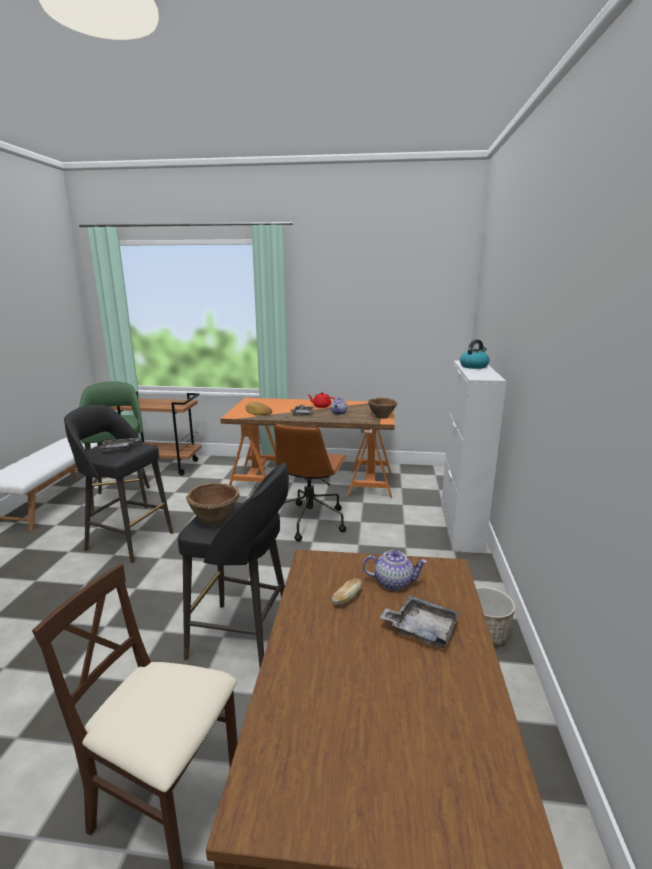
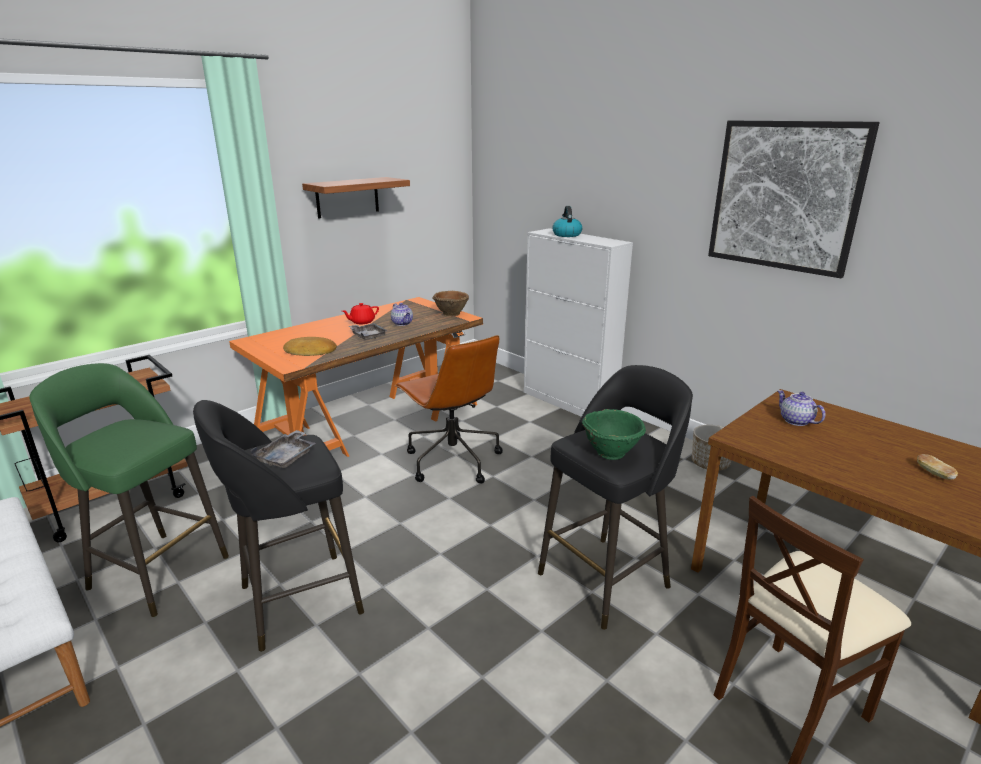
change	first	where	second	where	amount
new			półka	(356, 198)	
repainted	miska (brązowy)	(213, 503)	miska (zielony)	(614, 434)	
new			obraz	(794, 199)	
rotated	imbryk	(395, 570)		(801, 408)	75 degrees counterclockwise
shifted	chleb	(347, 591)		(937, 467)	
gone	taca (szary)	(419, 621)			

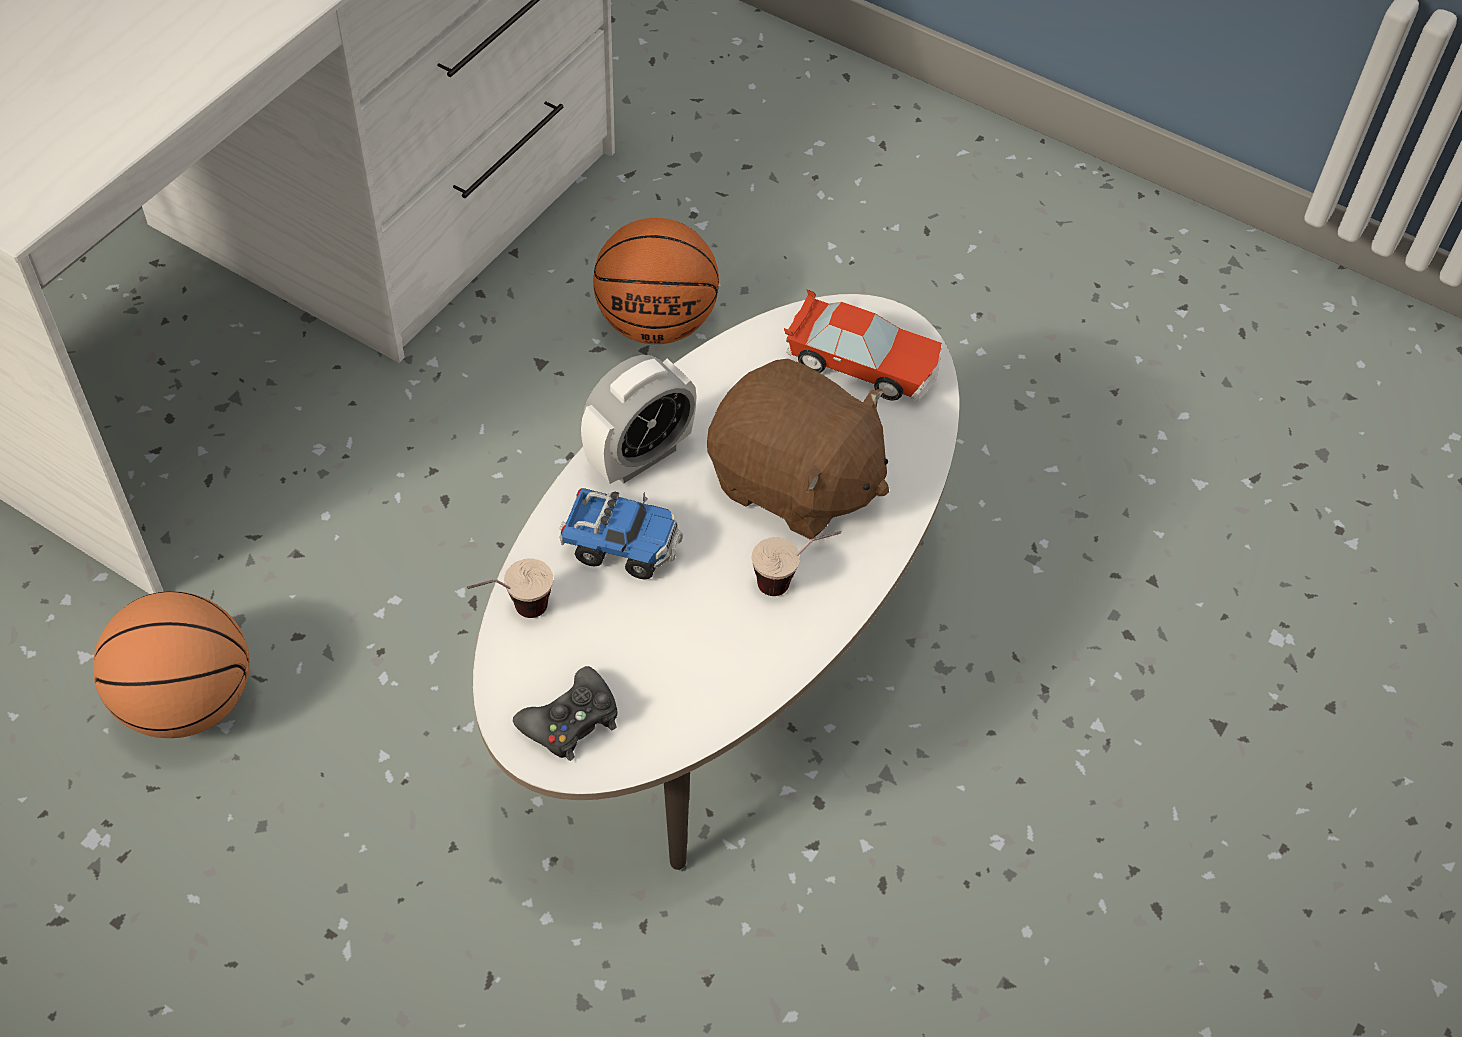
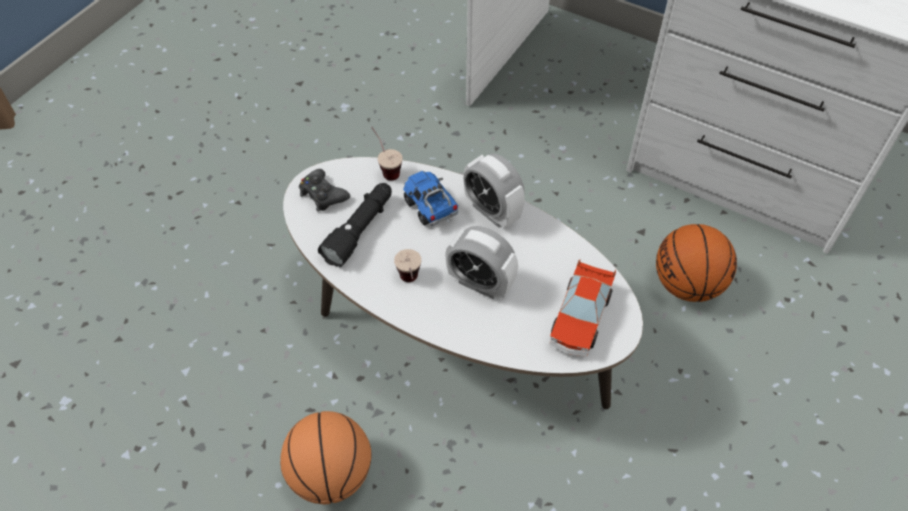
change	first	where	second	where	amount
shifted	piłka do koszykówki	(171, 664)		(326, 457)	
new			latarka (czarny)	(355, 225)	
rotated	ciężarówka zabawkowa	(621, 533)		(430, 198)	135 degrees clockwise
swapped	pluszak (brązowy)	(798, 449)	budzik	(481, 262)	

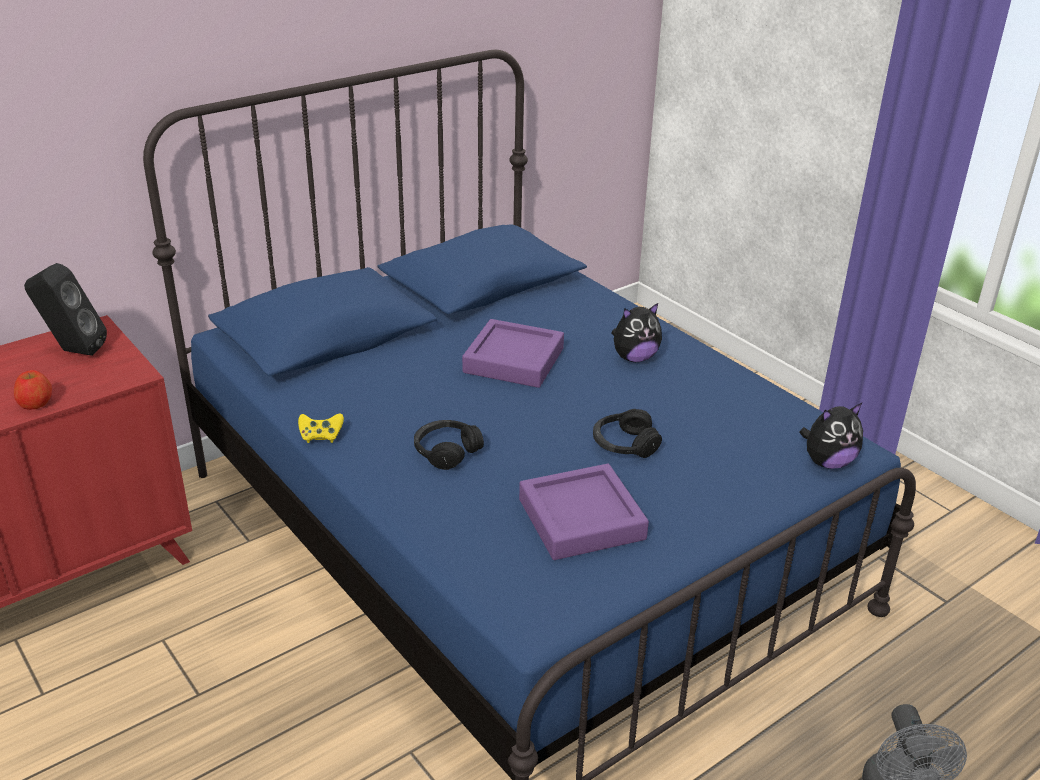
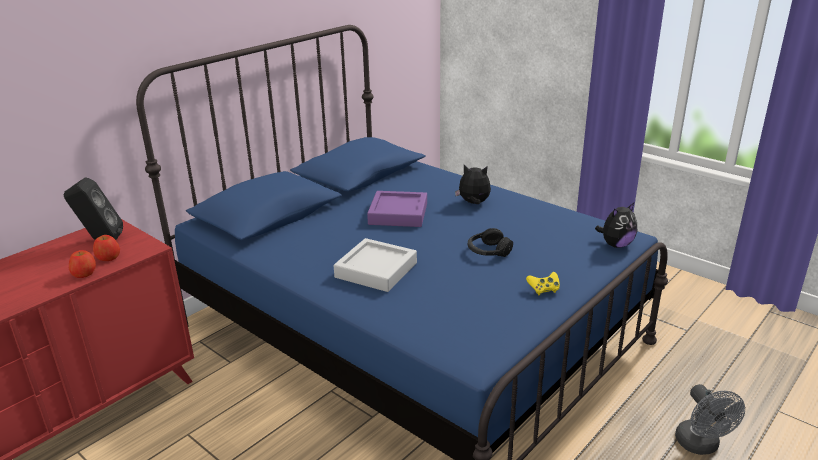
change	first	where	second	where	amount
new			jabłko	(106, 248)	
swapped	słuchawki (czarny)	(449, 445)	taca (szary)	(375, 265)	
rotated	pluszak	(637, 332)		(473, 184)	135 degrees counterclockwise
shifted	pad do gier (żółty)	(321, 428)		(543, 283)	
gone	taca (fioletowy)	(584, 512)			

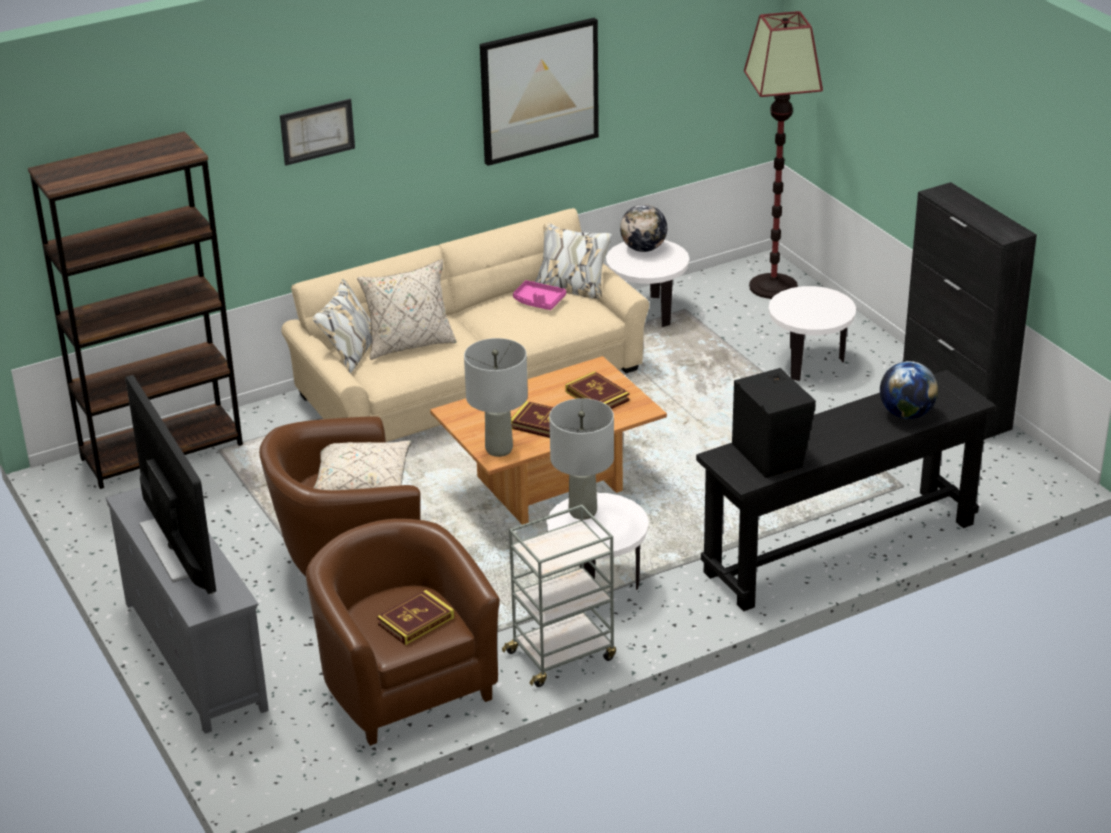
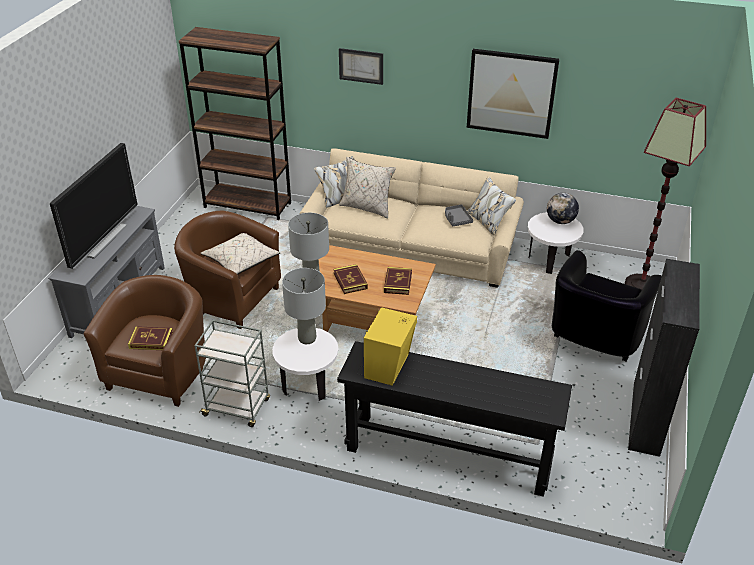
change	first	where	second	where	amount
repainted	głośnik (czarny)	(774, 423)	głośnik (żółty)	(390, 346)	
repainted	taca (różowy)	(539, 295)	taca (szary)	(459, 215)	
swapped	stolik (biały)	(812, 333)	fotel (czarny)	(607, 306)	
gone	globus	(909, 390)			

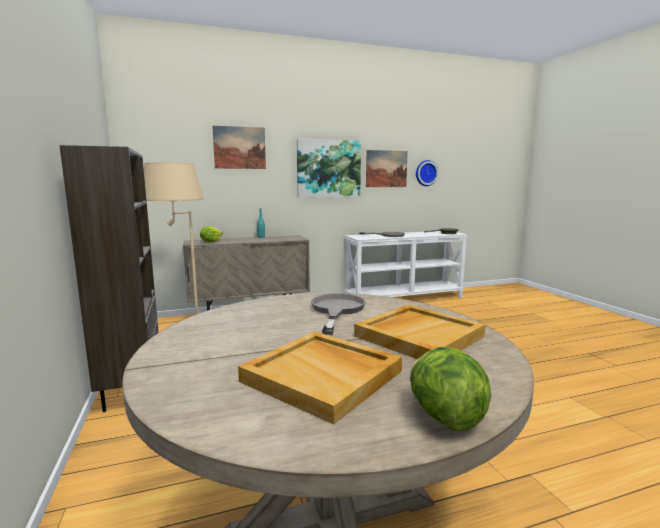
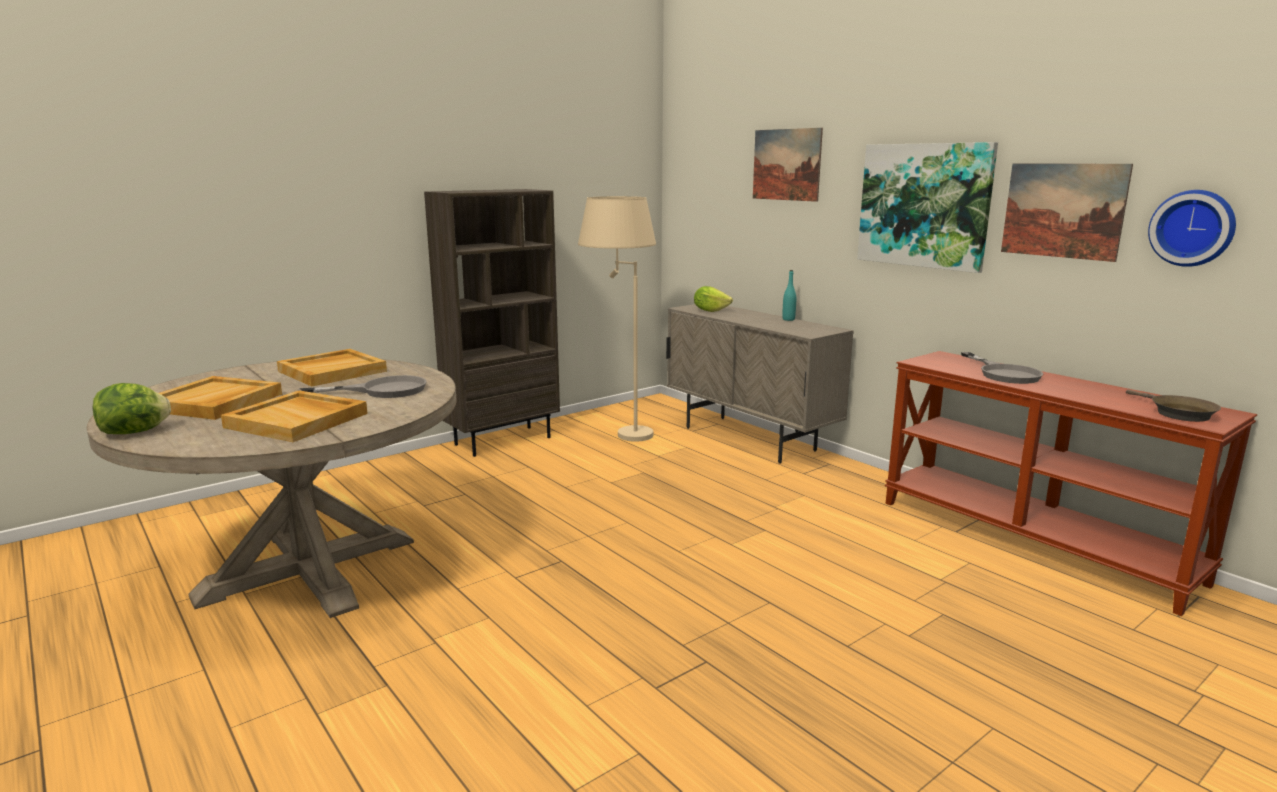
change	first	where	second	where	amount
new			taca (beżowy)	(332, 368)	
repainted	stolik konsolowy (biały)	(406, 264)	stolik konsolowy (brązowy)	(1071, 483)	

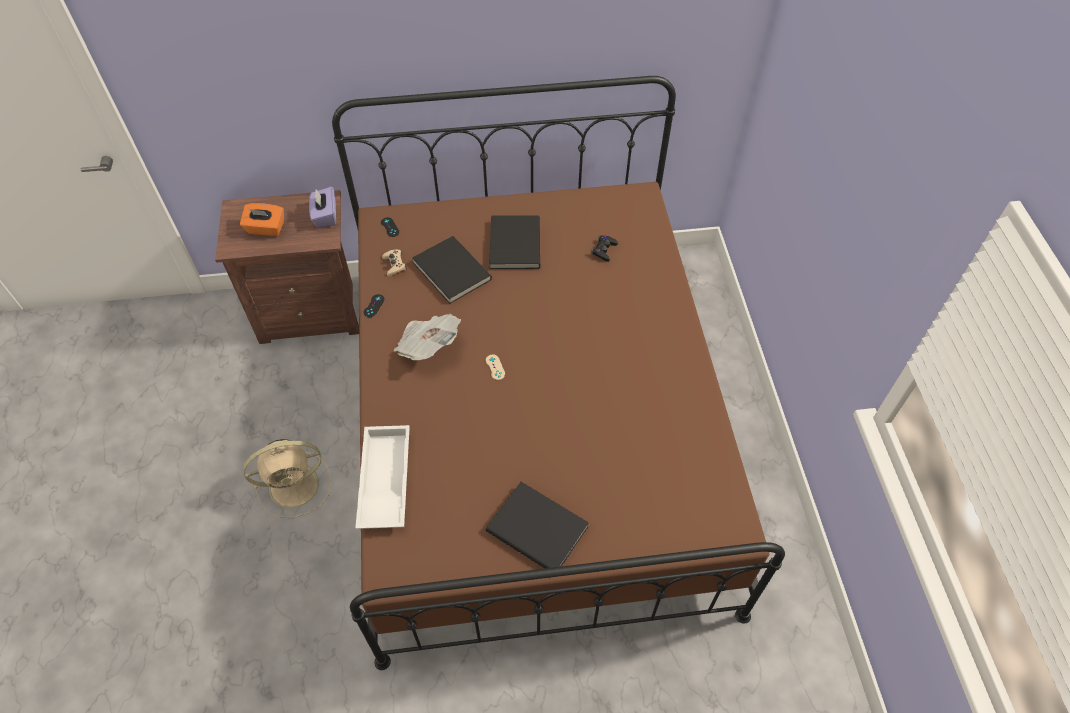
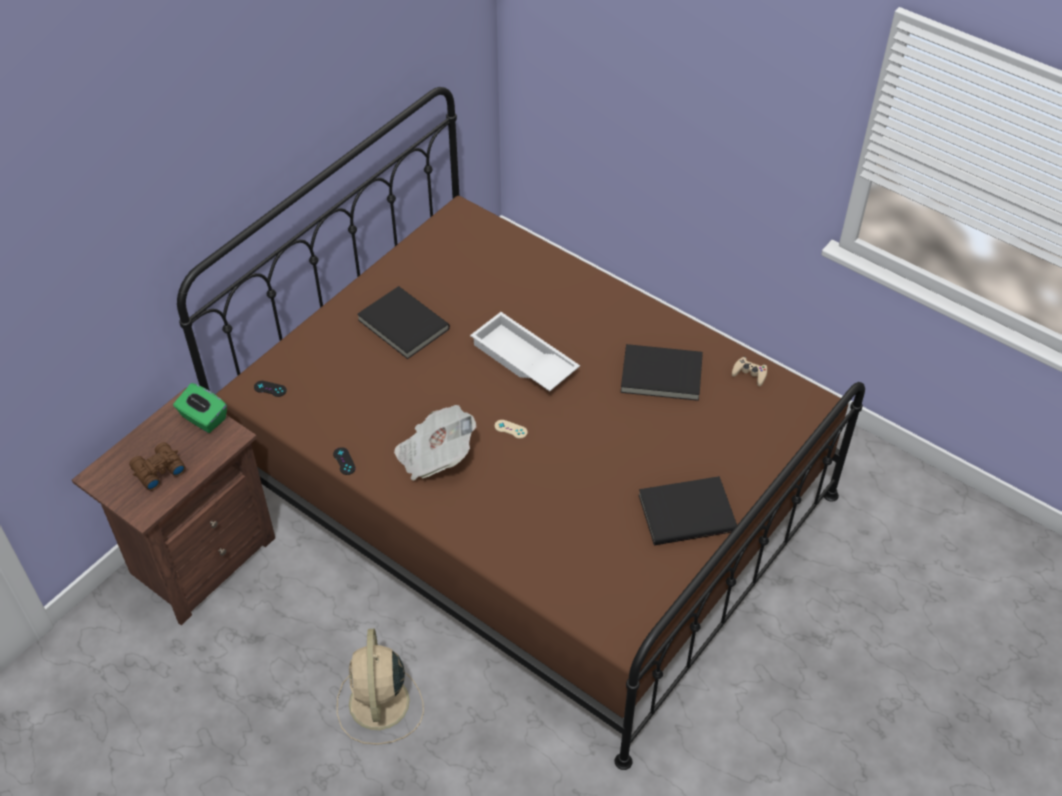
change	first	where	second	where	amount
swapped	pudełko chusteczek (pomarańczowy)	(262, 219)	lornetka (brązowy)	(157, 466)	
repainted	pudełko chusteczek (fioletowy)	(322, 207)	pudełko chusteczek (zielony)	(200, 408)	
rotated	wentylator (beżowy)	(287, 478)		(380, 686)	150 degrees clockwise
shifted	taca (biały)	(382, 477)		(525, 351)	
shifted	książka (czarny)	(452, 270)		(662, 372)	
shifted	pad do gier (beżowy)	(394, 262)		(749, 372)	
gone	pad do gier (czarny)	(605, 248)			

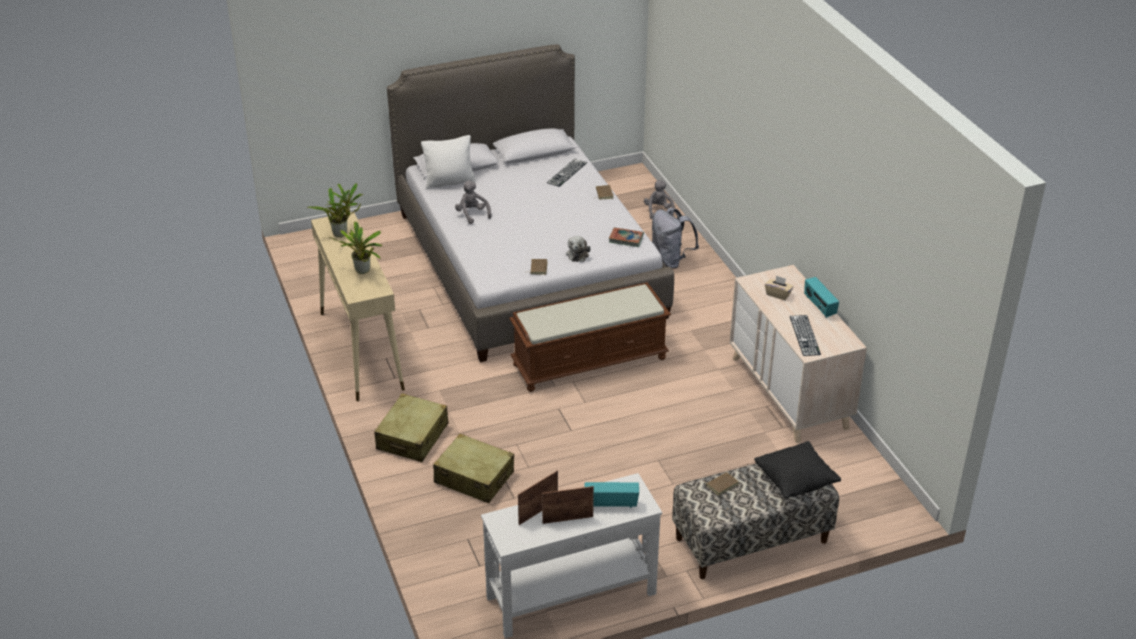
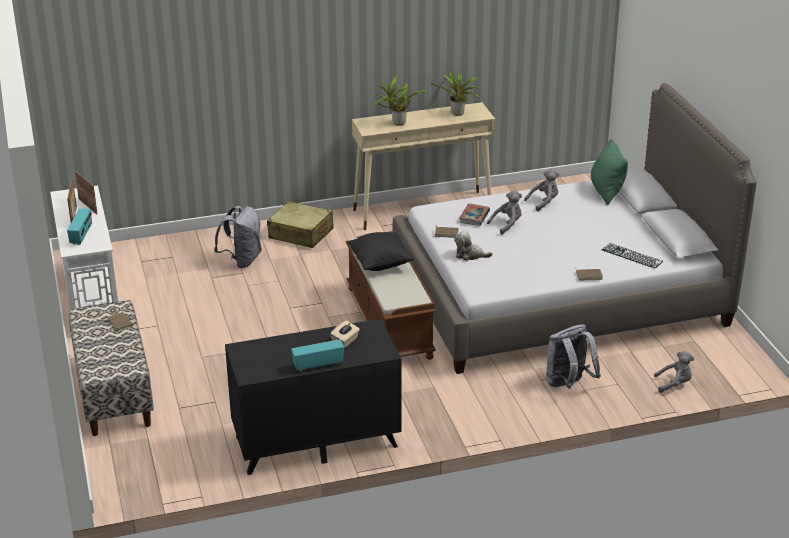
change	first	where	second	where	amount
swapped	walizka (beżowy)	(473, 468)	plecak (szary)	(238, 237)	
repainted	komoda (beżowy)	(798, 354)	komoda (czarny)	(313, 397)	
shifted	poduszka (czarny)	(797, 470)		(380, 251)	
shifted	książka	(626, 237)		(474, 214)	
new			pluszak (szary)	(504, 212)	
repainted	poduszka (biały)	(448, 162)	poduszka (zielony)	(609, 172)	
gone	klawiatura	(805, 335)			

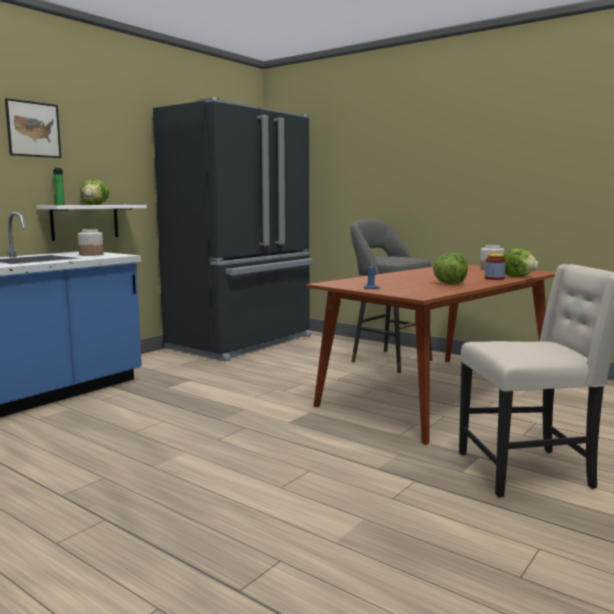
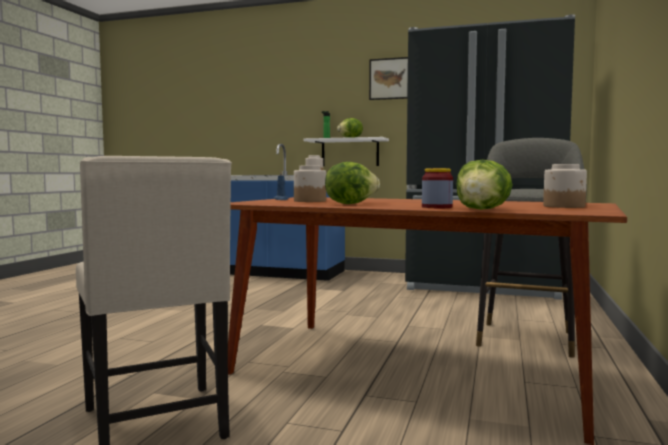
change	first	where	second	where	amount
new			słoik	(310, 184)	
shifted	obraz	(33, 128)		(388, 78)	

